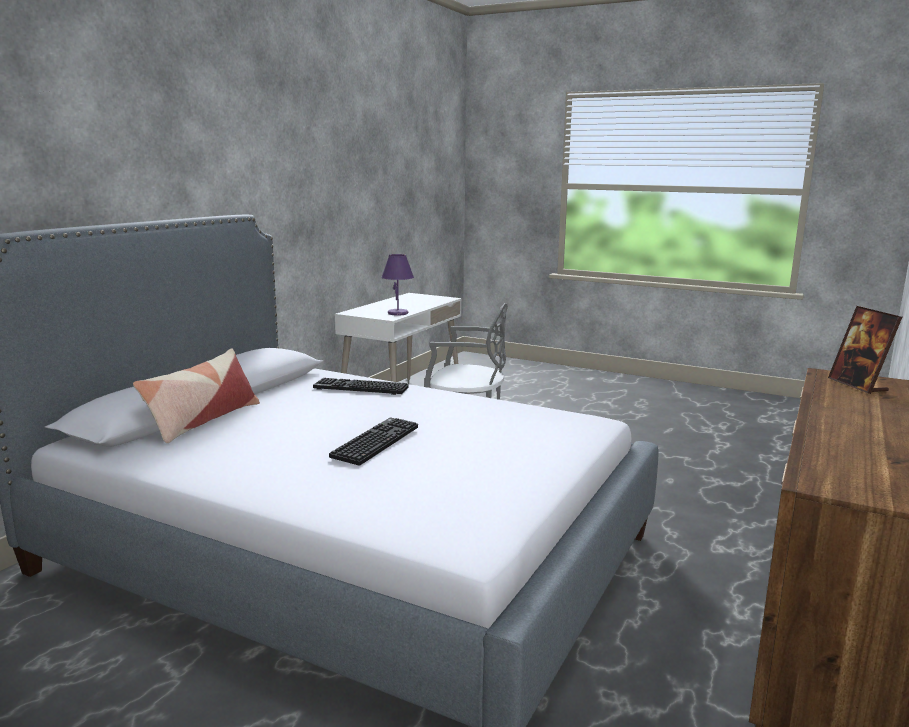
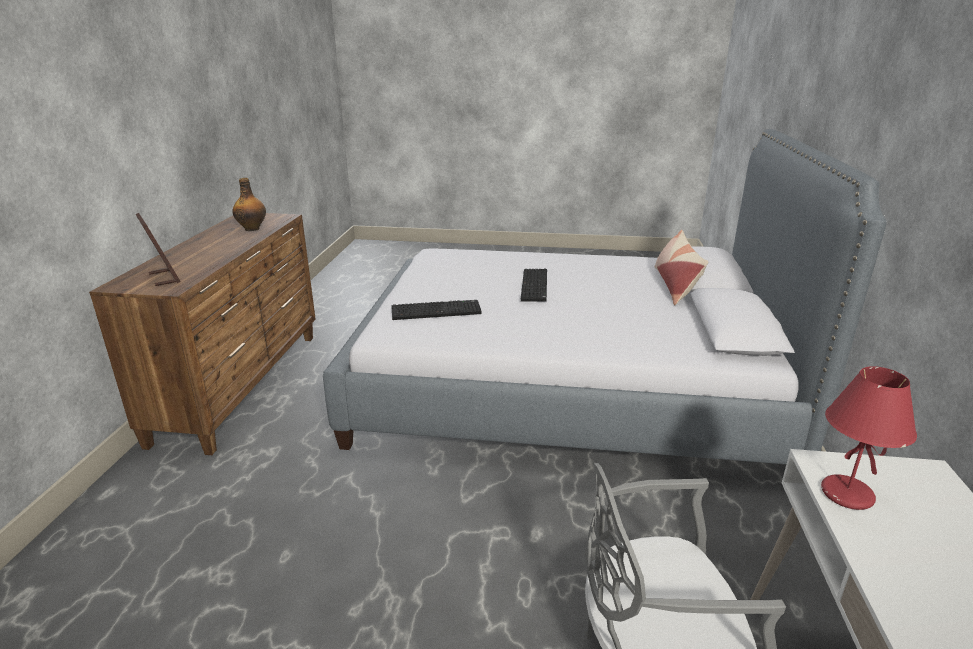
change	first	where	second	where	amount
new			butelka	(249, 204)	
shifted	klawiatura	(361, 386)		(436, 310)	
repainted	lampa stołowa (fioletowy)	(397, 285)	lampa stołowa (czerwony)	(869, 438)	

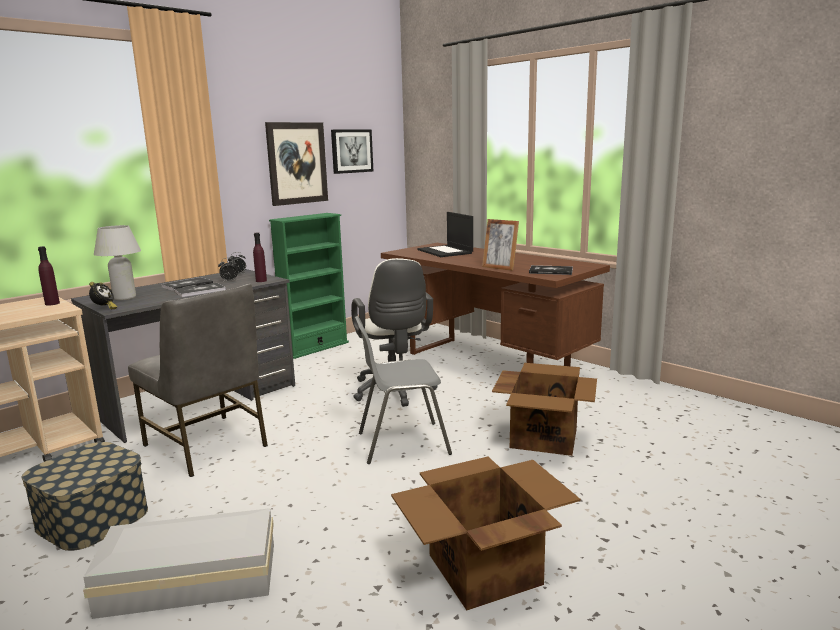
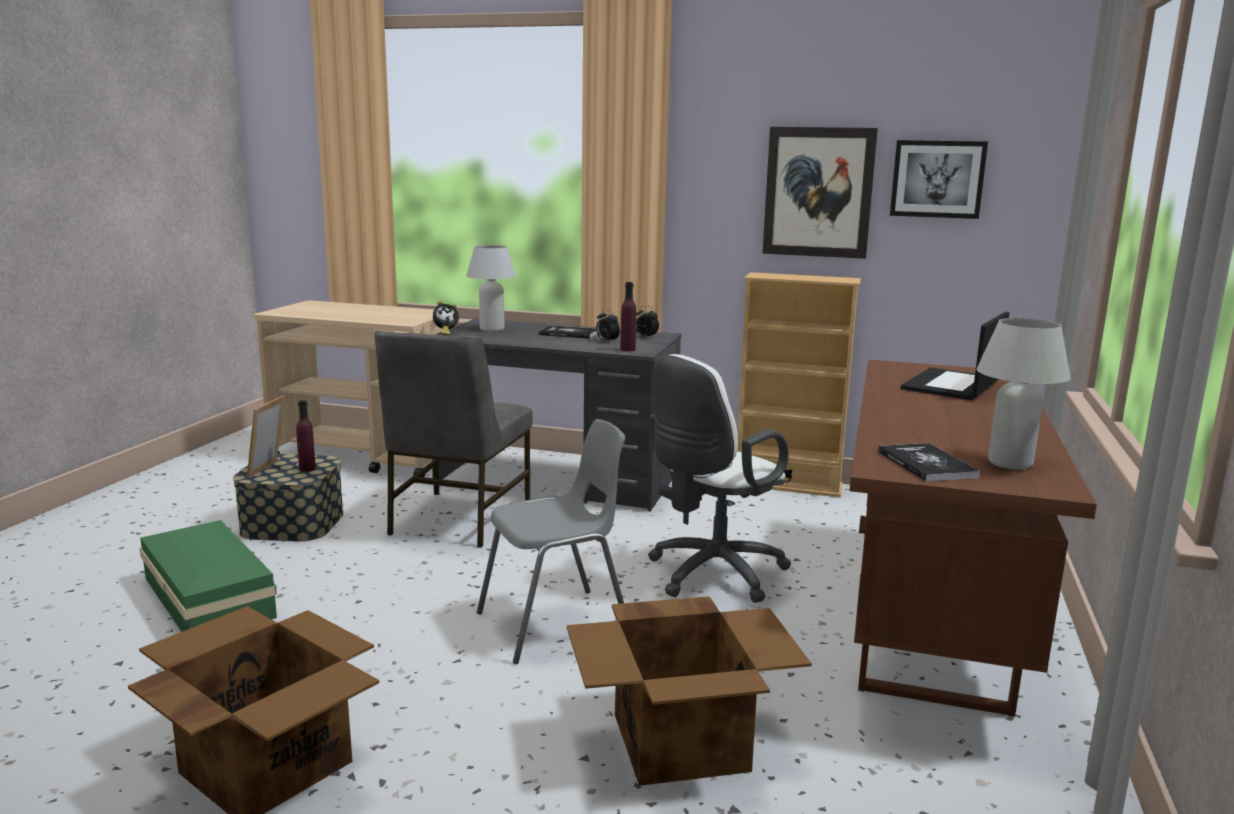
change	first	where	second	where	amount
repainted	pojemnik do przechowywania (biały)	(178, 563)	pojemnik do przechowywania (zielony)	(208, 576)	
shifted	ramka na zdjęcie	(500, 245)		(265, 437)	
shifted	butelka (fioletowy)	(49, 276)		(306, 436)	
rotated	krzesło (szary)	(403, 390)		(551, 541)	105 degrees clockwise
repainted	regał (zielony)	(309, 286)	regał (beżowy)	(799, 385)	
new			lampa stołowa (biały)	(1024, 394)	
gone	książka	(200, 290)			

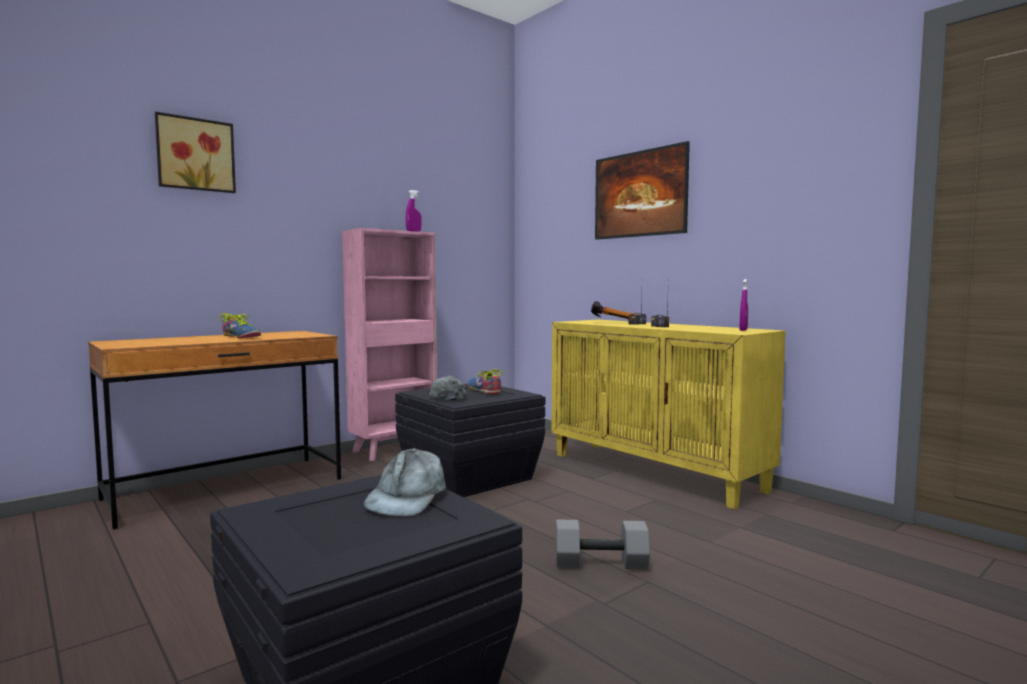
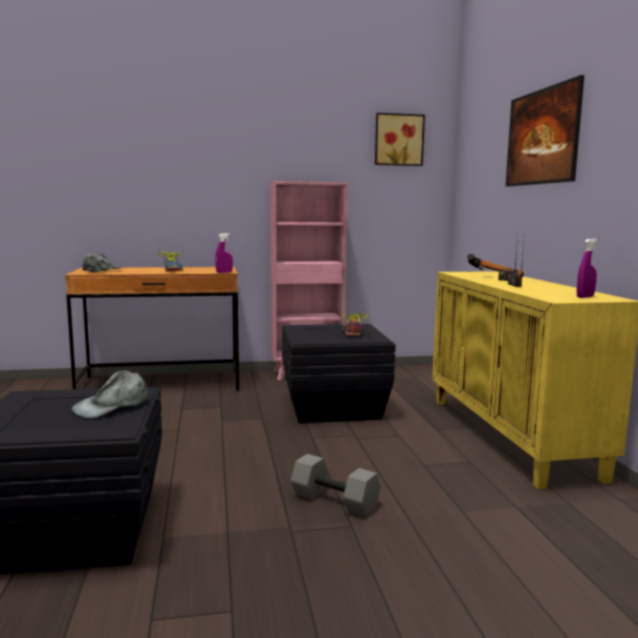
change	first	where	second	where	amount
shifted	czapka z daszkiem (szary)	(448, 387)		(103, 262)	
shifted	spryskiwacz (fioletowy)	(414, 211)		(224, 253)	
shifted	obraz	(195, 152)		(400, 139)	

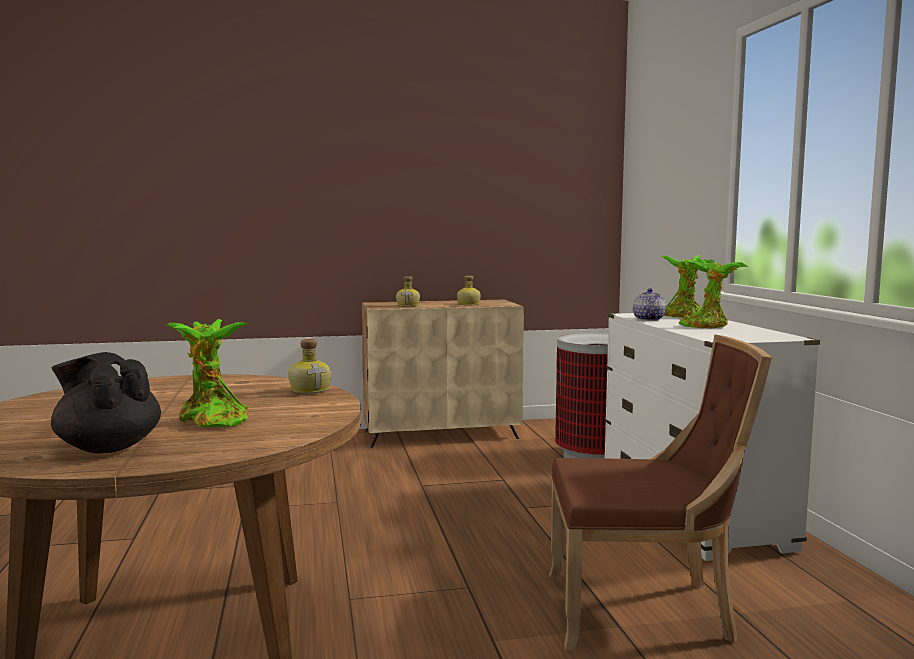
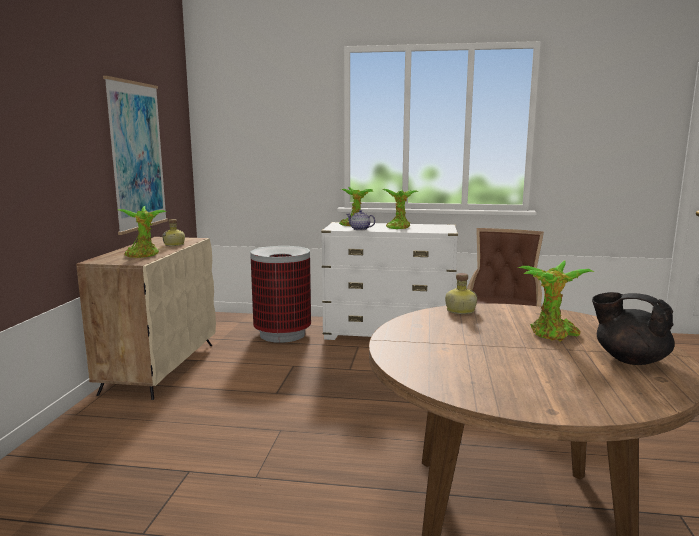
change	first	where	second	where	amount
new			obraz	(135, 155)	
swapped	butelka	(408, 291)	roślina doniczkowa	(142, 232)	
rotated	imbryk (czarny)	(106, 402)		(633, 328)	75 degrees clockwise

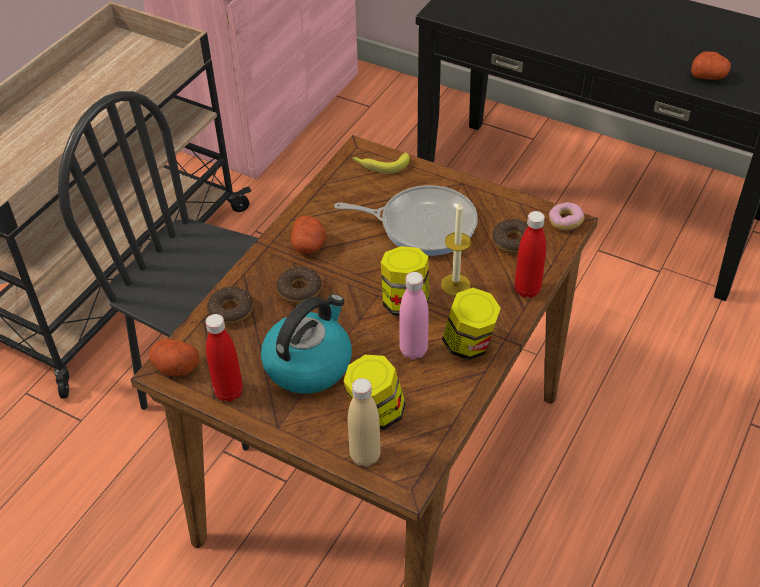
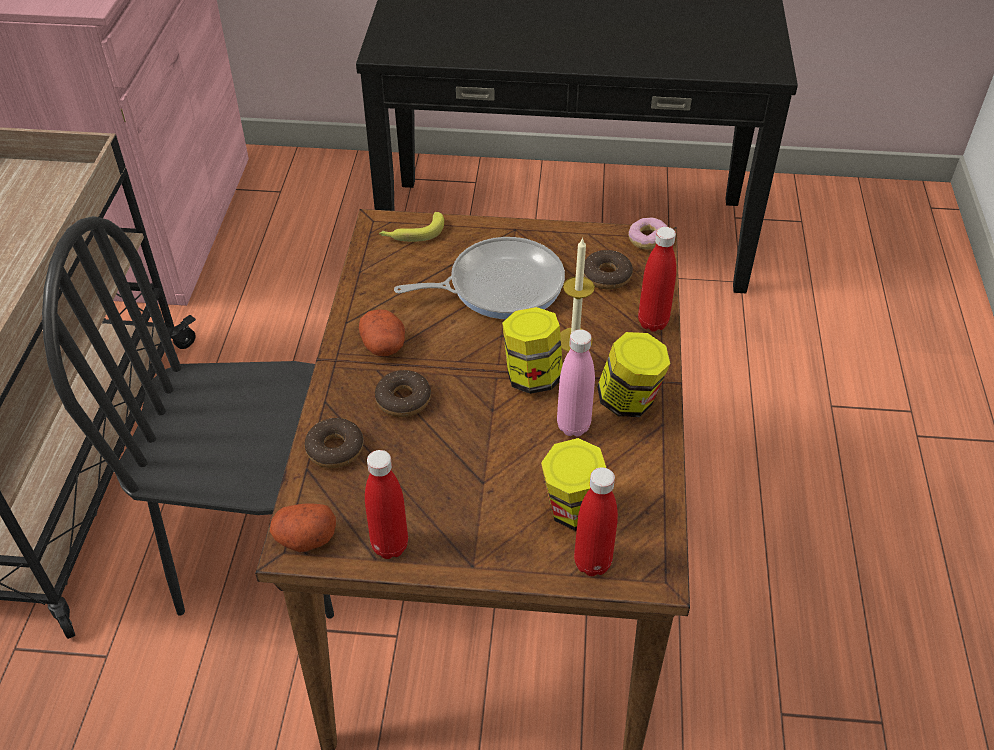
change	first	where	second	where	amount
repainted	butelka (beżowy)	(364, 422)	butelka (czerwony)	(596, 521)	
gone	czajnik	(306, 344)			
gone	ziemniak	(711, 65)			

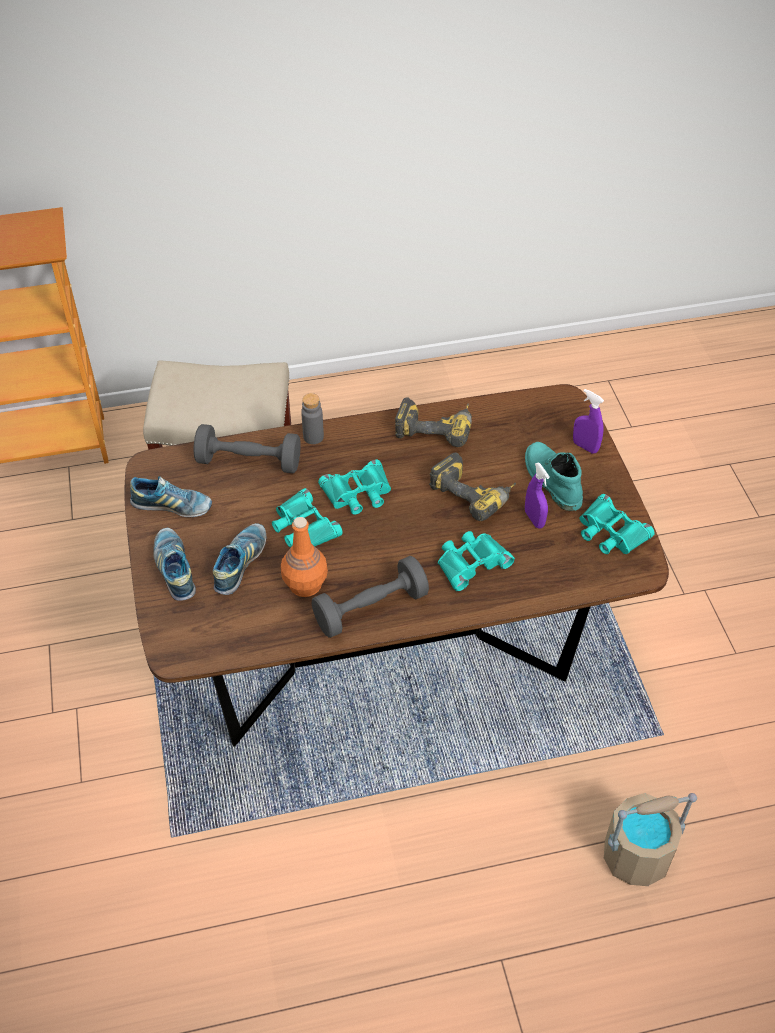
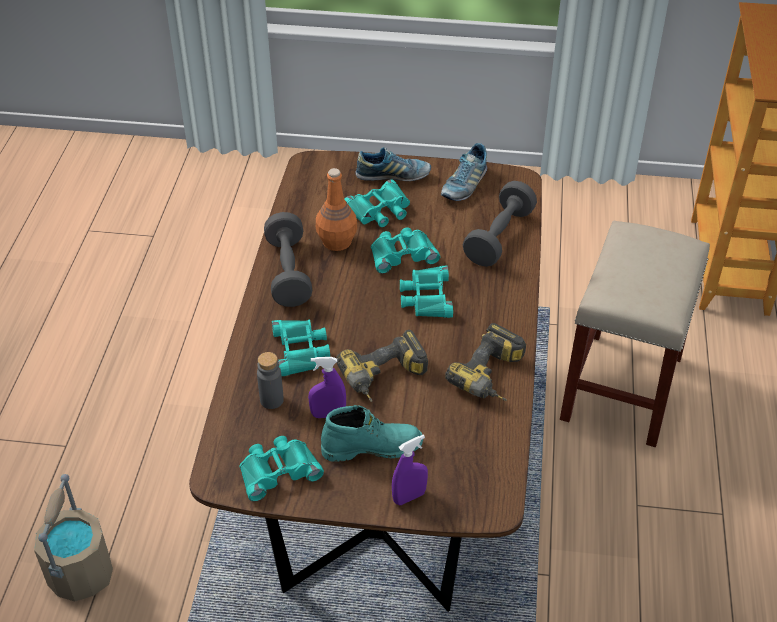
change	first	where	second	where	amount
shifted	butelka (szary)	(312, 418)		(270, 380)	
swapped	but	(239, 559)	lornetka (turkusowy)	(377, 203)	

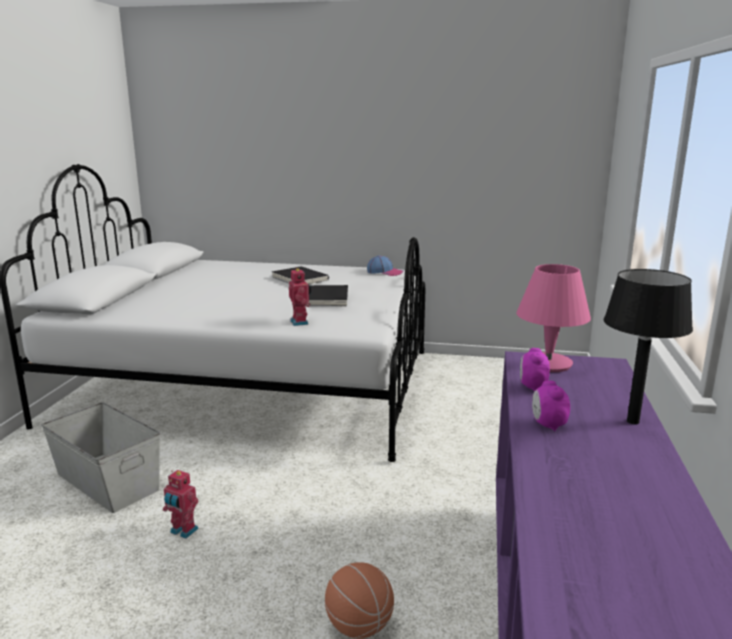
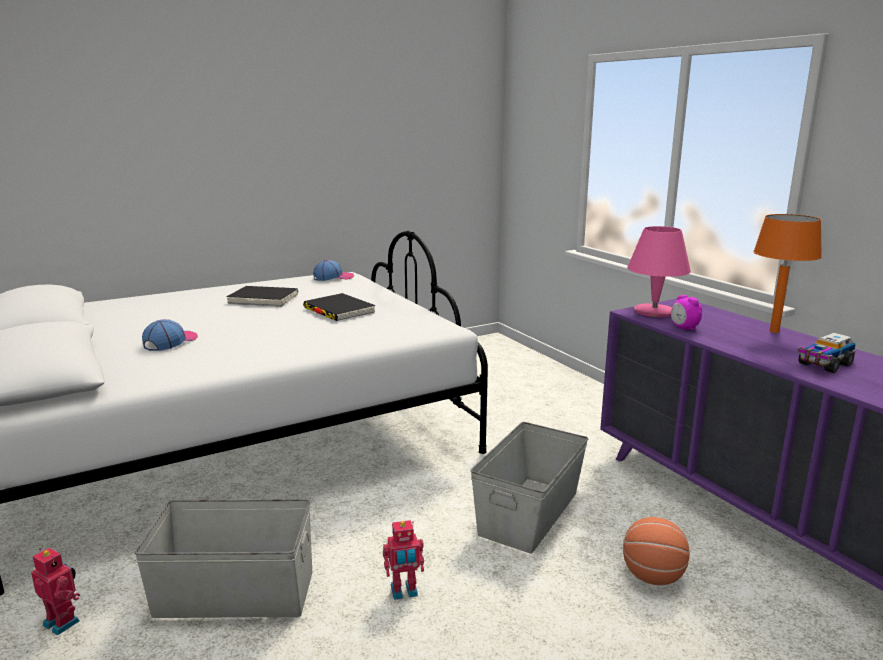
change	first	where	second	where	amount
shifted	robot zabawkowy	(300, 297)		(55, 592)	
new			czapka z daszkiem	(170, 335)	
new			pojemnik do przechowywania (szary)	(529, 488)	
repainted	lampa stołowa (czarny)	(648, 347)	lampa stołowa (pomarańczowy)	(787, 273)	
new			ciężarówka zabawkowa	(826, 353)	
gone	budzik	(551, 406)			

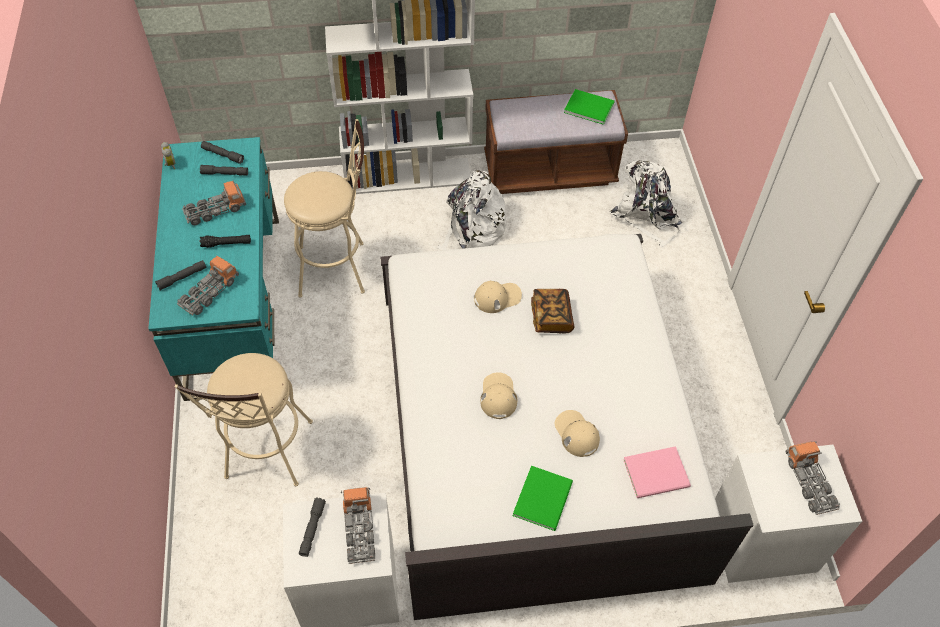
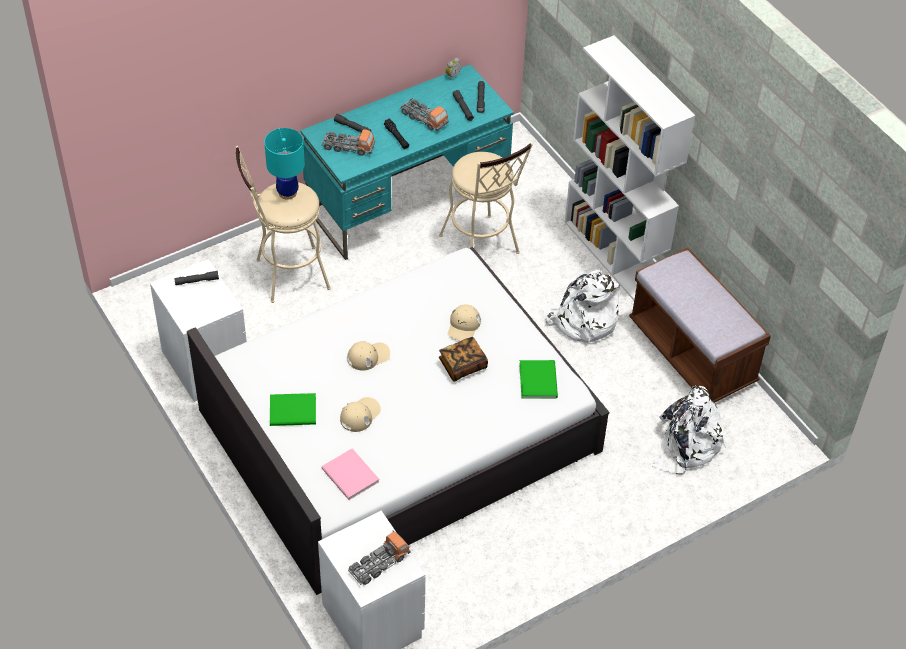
change	first	where	second	where	amount
new			lampa stołowa (turkusowy)	(284, 164)	
rotated	czapka z daszkiem (beżowy)	(498, 297)		(464, 322)	60 degrees clockwise
shifted	książka (zielony)	(589, 107)		(538, 379)	
gone	ciężarówka zabawkowa	(358, 525)			

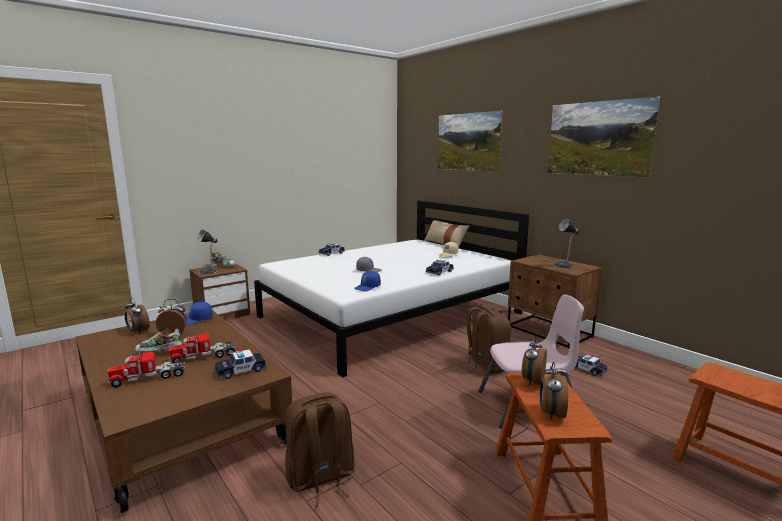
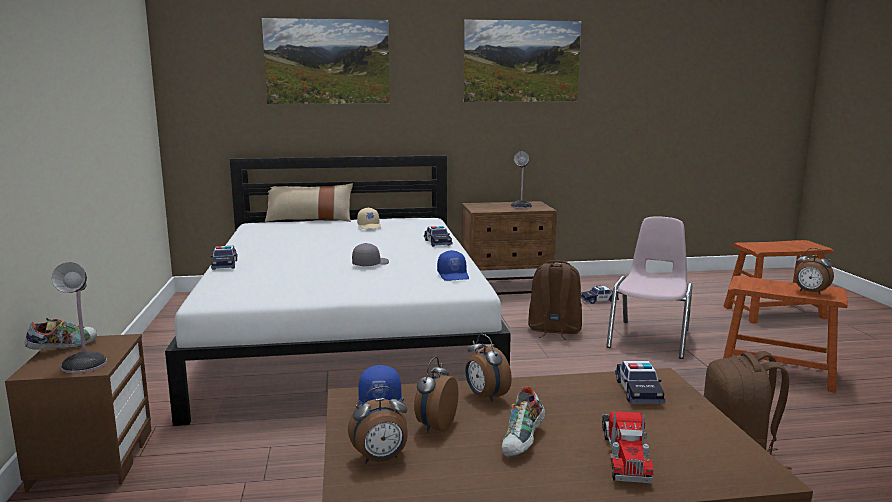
change	first	where	second	where	amount
shifted	budzik	(534, 360)		(488, 367)	
gone	ciężarówka zabawkowa	(202, 347)			

